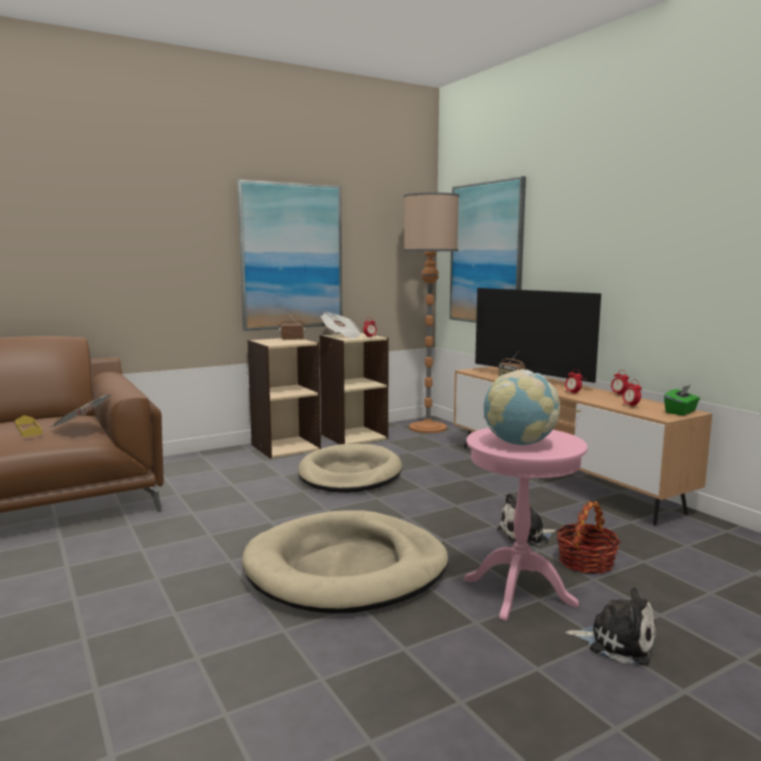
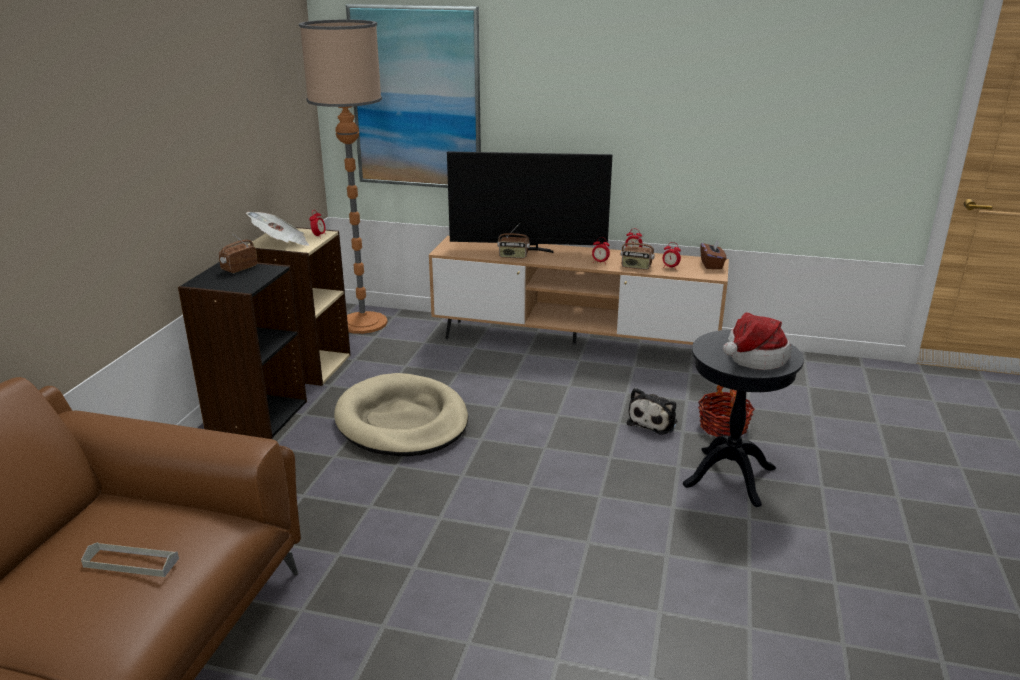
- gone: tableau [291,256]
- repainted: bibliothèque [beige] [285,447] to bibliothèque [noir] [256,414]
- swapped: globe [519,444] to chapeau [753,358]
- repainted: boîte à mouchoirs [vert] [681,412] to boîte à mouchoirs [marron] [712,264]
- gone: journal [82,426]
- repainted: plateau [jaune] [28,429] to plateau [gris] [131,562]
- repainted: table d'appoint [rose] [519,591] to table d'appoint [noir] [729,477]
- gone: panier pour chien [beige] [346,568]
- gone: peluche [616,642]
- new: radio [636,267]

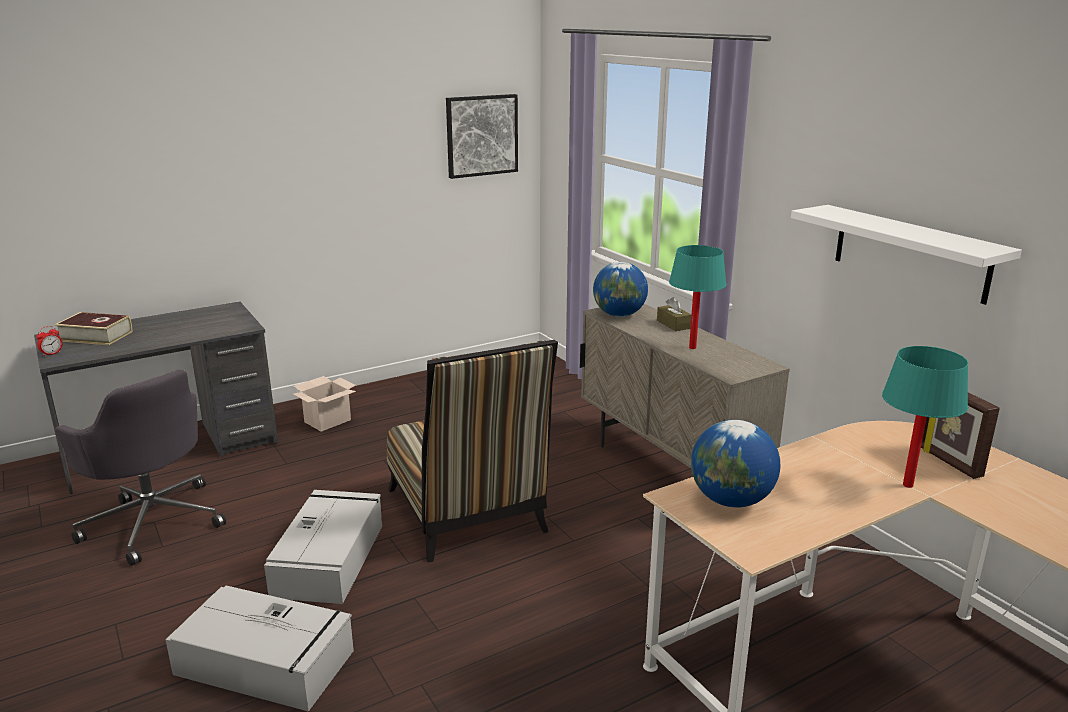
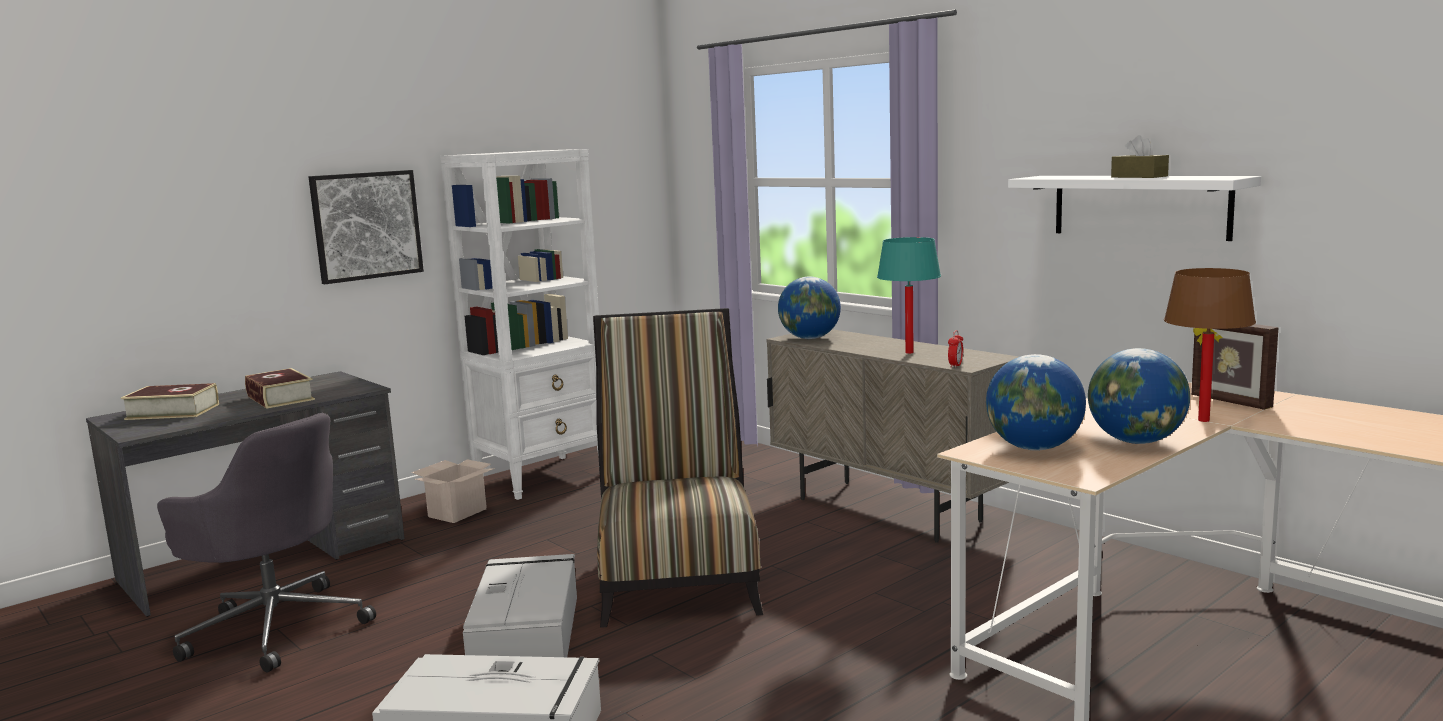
- shifted: tableau [481,135] to [366,225]
- shifted: boîte à mouchoirs [marron] [673,324] to [1139,177]
- shifted: réveil [52,354] to [955,365]
- rotated: chaise [468,516] = [678,576] 150 degrees counterclockwise
- repainted: lampe de table [turquoise] [907,485] to lampe de table [marron] [1203,420]
- new: bibliothèque [blanc] [543,477]
- new: globe [1136,441]
- new: livre [280,398]

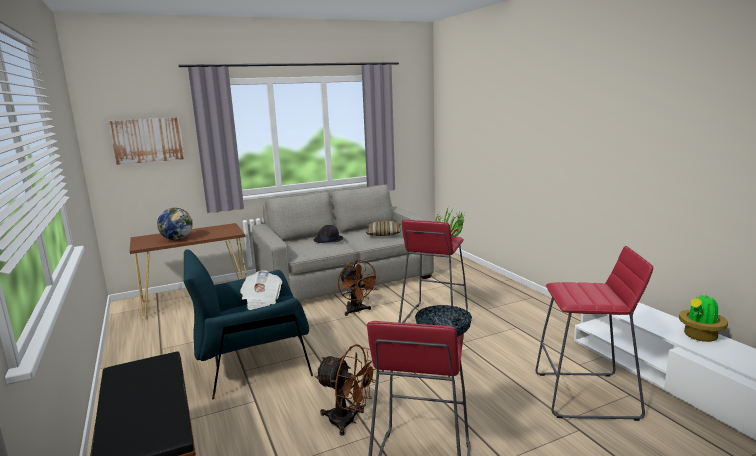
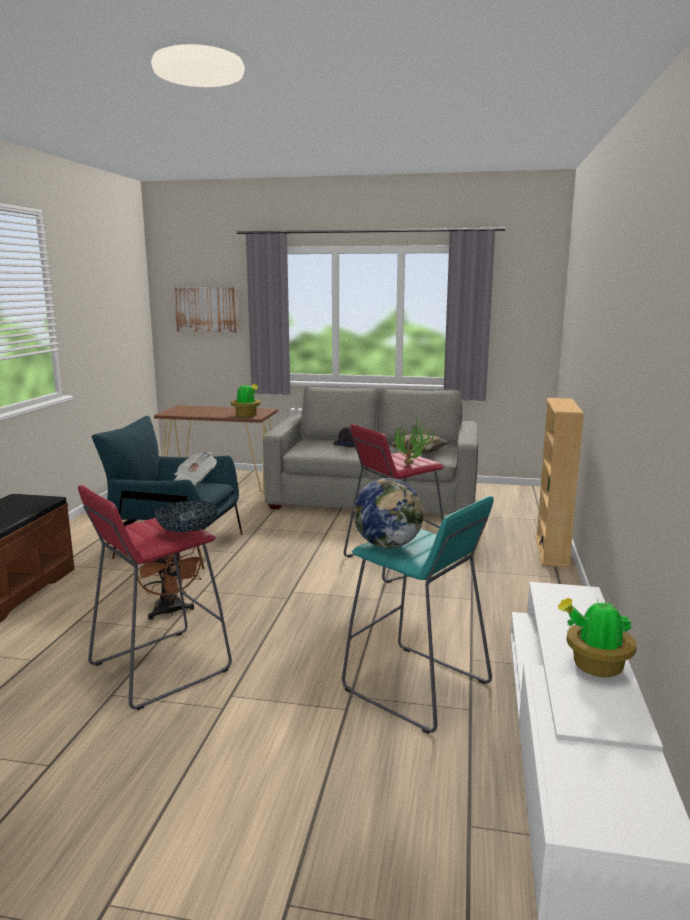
- shifted: globe [177,239] to [388,545]
- repainted: tabouret [rouge] [586,395] to tabouret [turquoise] [416,687]
- gone: ventilateur [marron] [357,311]
- new: plante en pot [247,415]
- new: bibliothèque [beige] [551,551]

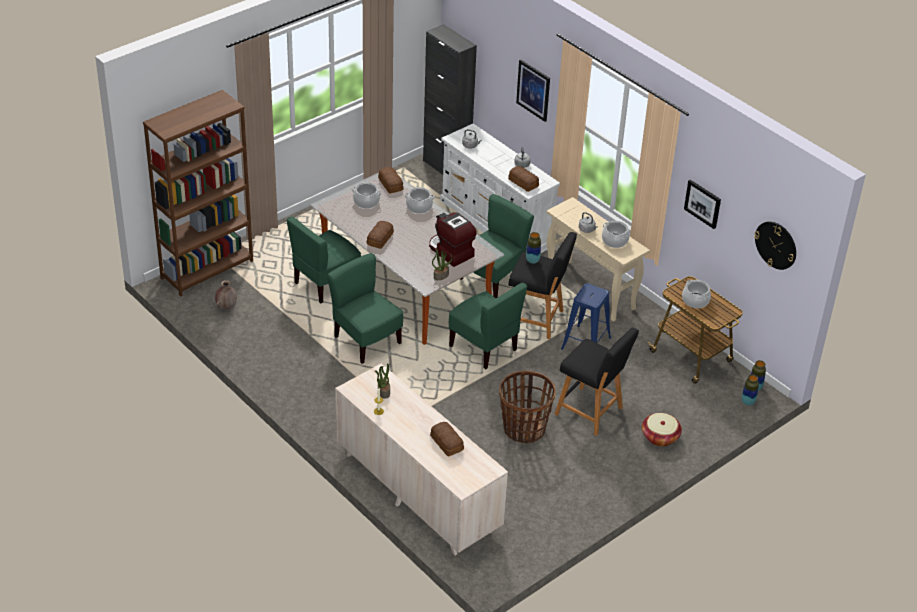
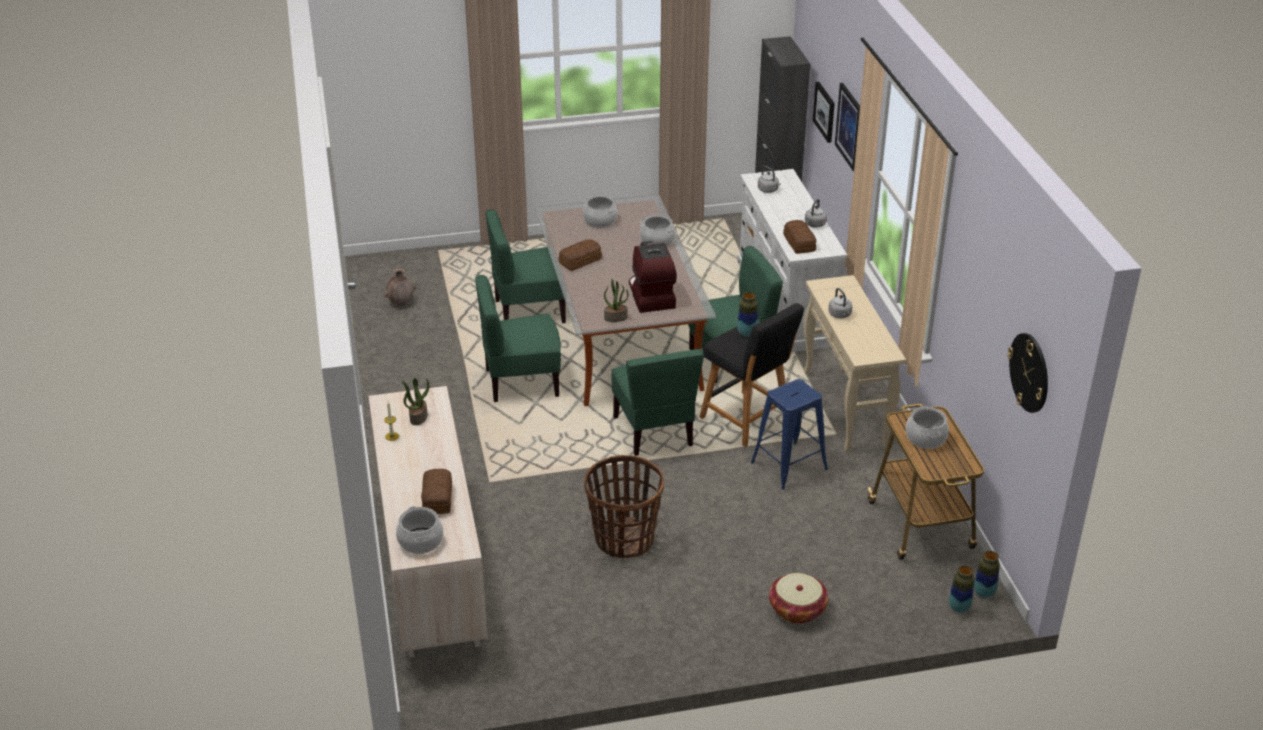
- gone: bibliothèque [marron] [207,269]
- gone: pain [391,184]
- shifted: tableau [703,203] to [825,111]
- shifted: marmite [614,241] to [420,541]
- rotated: chaise [vert] [366,341] = [521,382] 90 degrees counterclockwise
- gone: tabouret [noir] [591,412]

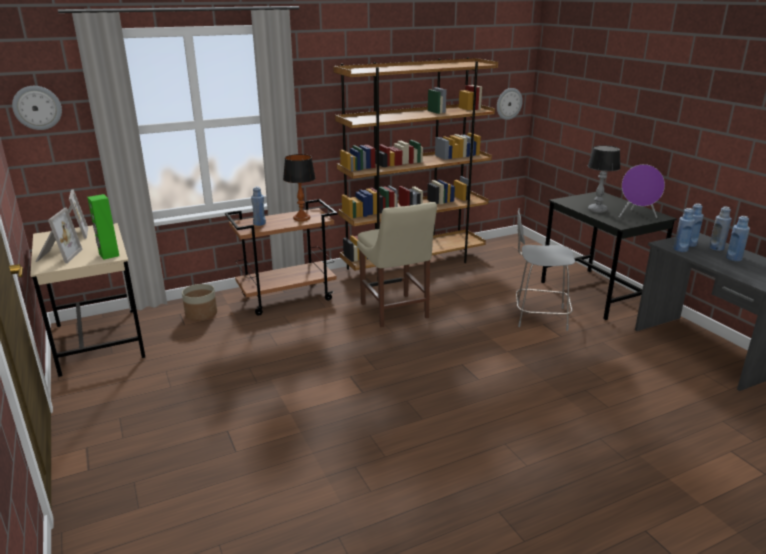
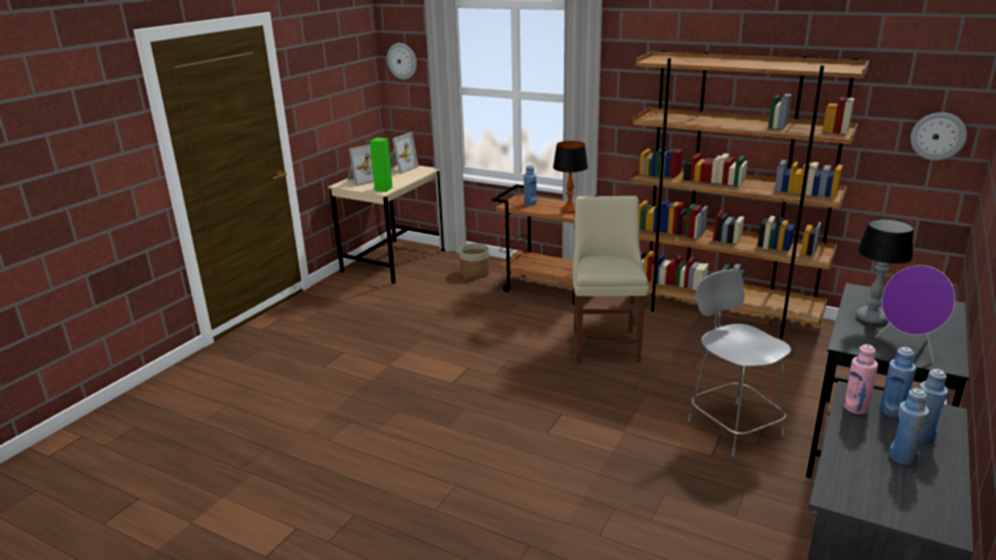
- rotated: chaise [beige] [395,312] = [605,343] 150 degrees clockwise
- repainted: bouteille [bleu] [680,249] to bouteille [rose] [855,408]

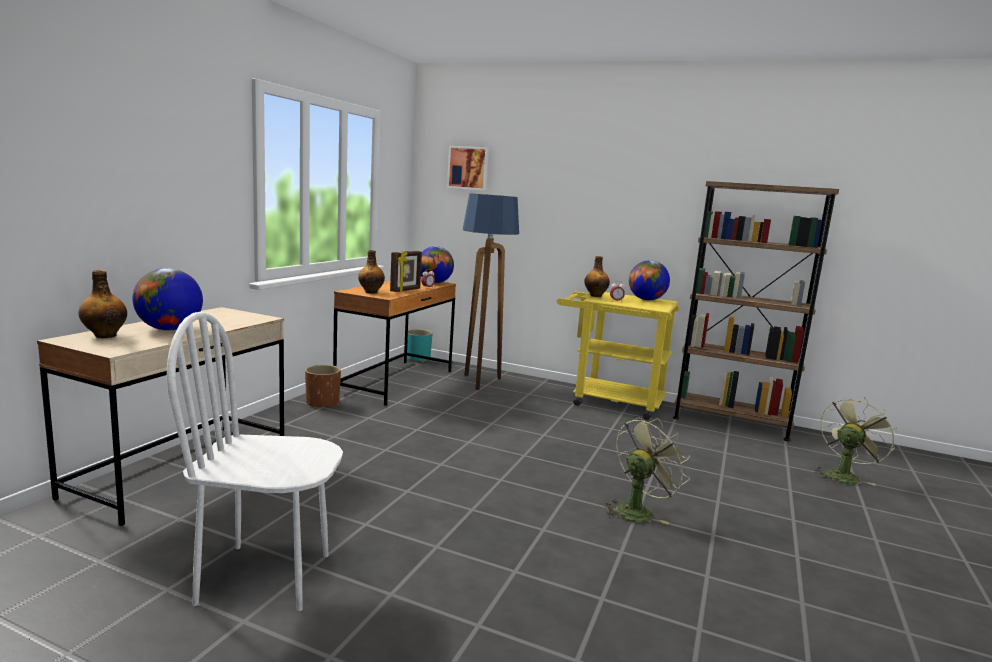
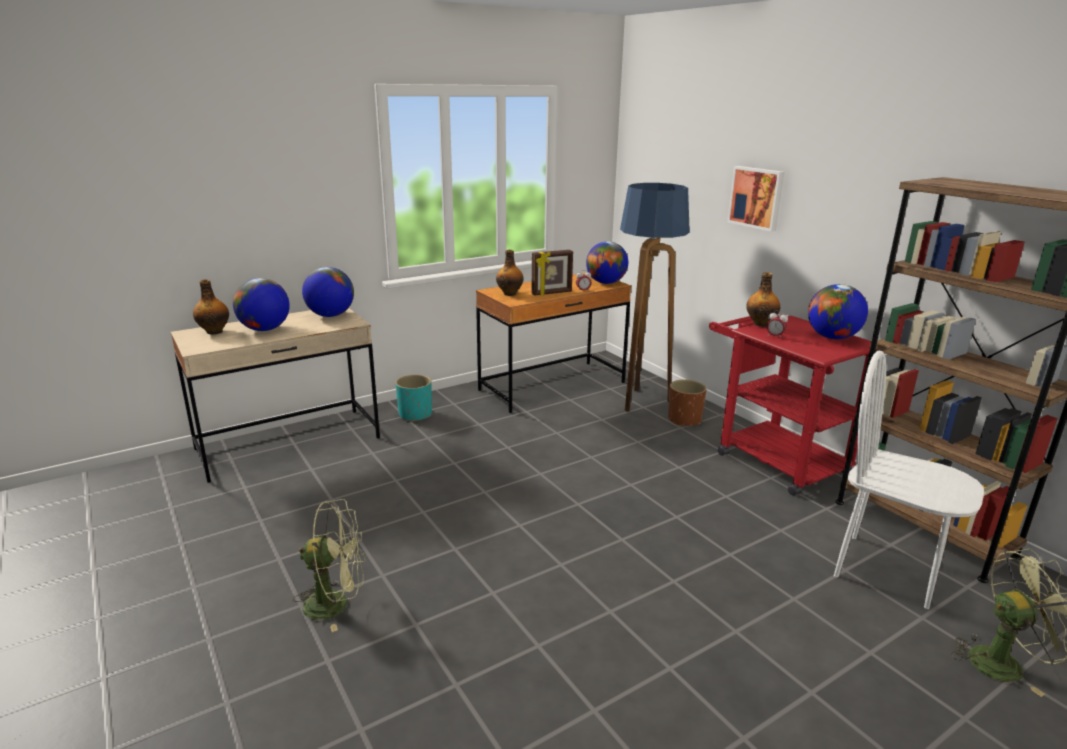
- shifted: tableau [468,168] to [756,197]
- repainted: chariot [jaune] [609,401] to chariot [rouge] [773,458]
- shifted: chaise [blanc] [265,577] to [887,570]
- shifted: cache-pot [turquoise] [418,359] to [415,414]
- shifted: cache-pot [marron] [322,403] to [684,420]
- shifted: ventilateur [vert] [638,511] to [336,604]
- new: globe [330,315]

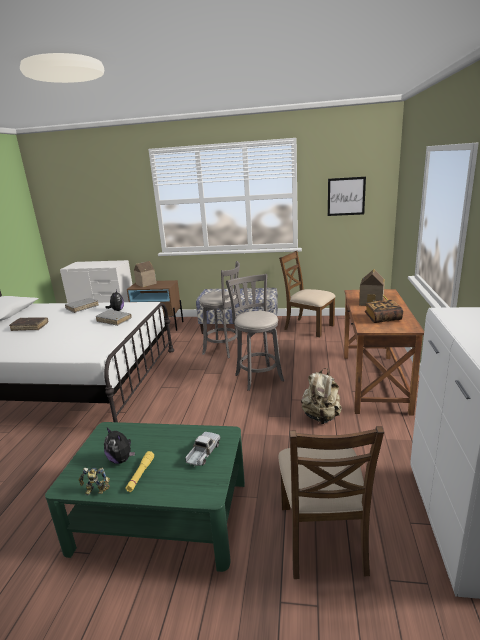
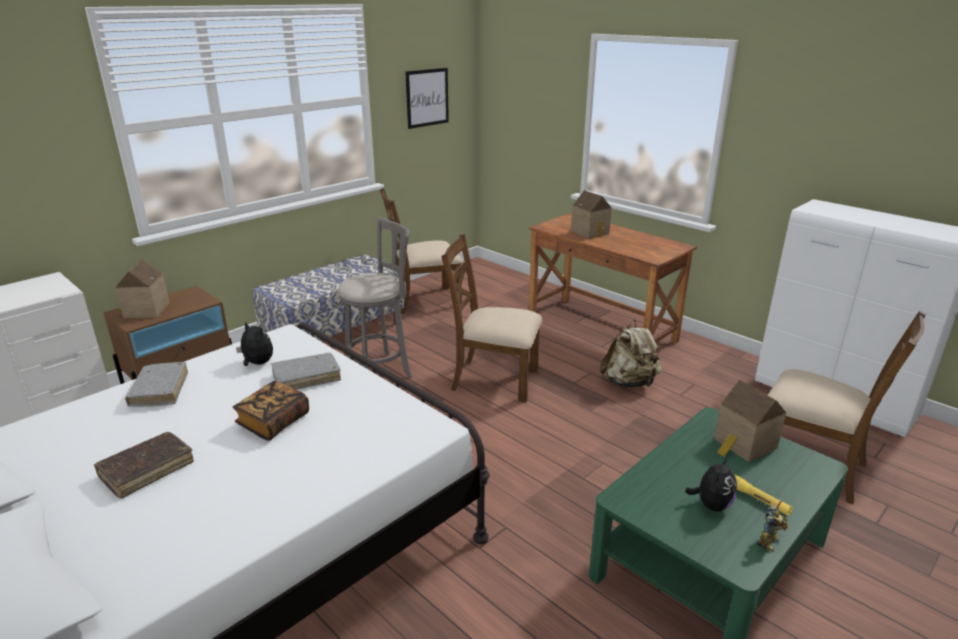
- swapped: tabouret [gris] [258,376] to chaise [marron] [494,379]
- shifted: livre [382,318] to [274,422]
- rotated: peluche [121,459] = [711,505] 45 degrees counterclockwise
- swapped: camion jouet [203,453] to maison miniature [743,445]

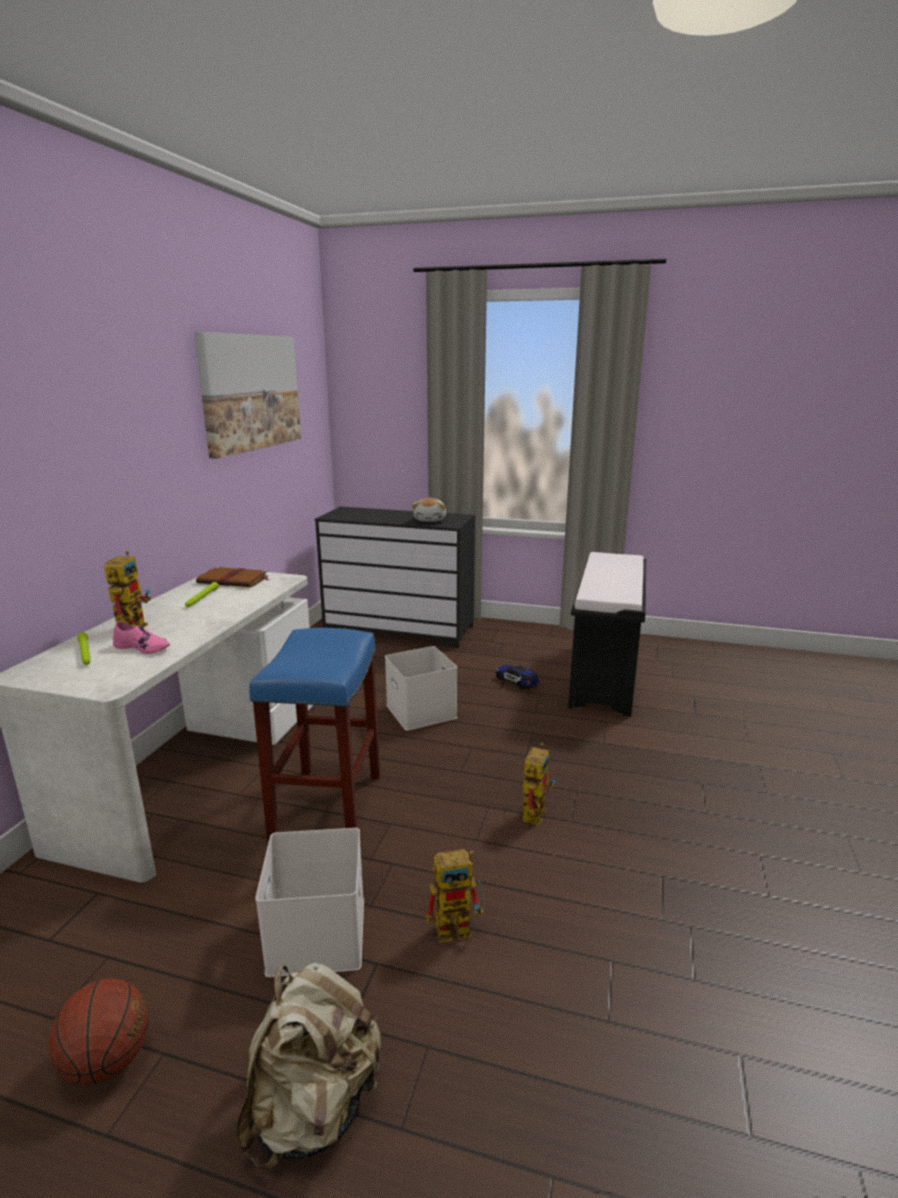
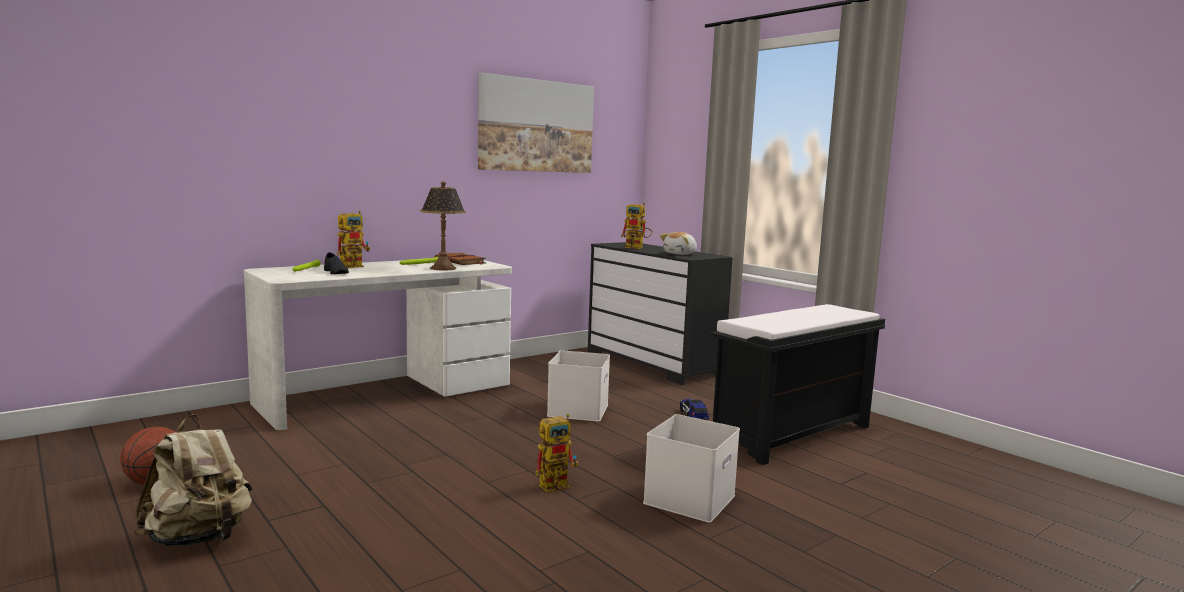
- repainted: chaussure [rose] [143,648] to chaussure [noir] [336,272]
- gone: tabouret [bleu] [328,807]
- shifted: boîte de rangement [blanc] [319,936] to [690,500]
- shifted: robot jouet [460,926] to [638,248]
- new: lampe de table [443,268]

